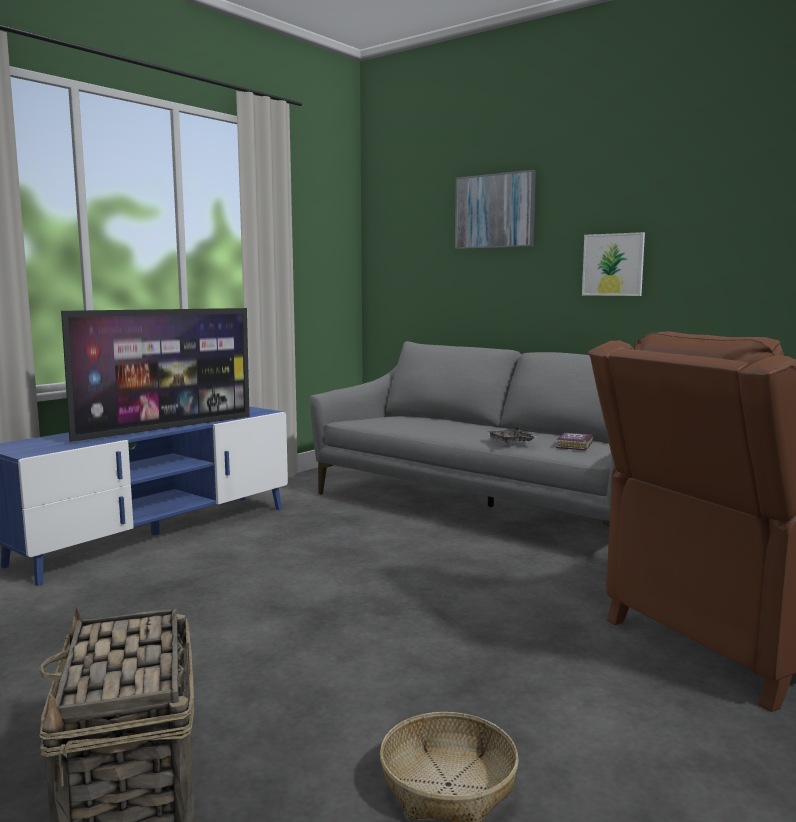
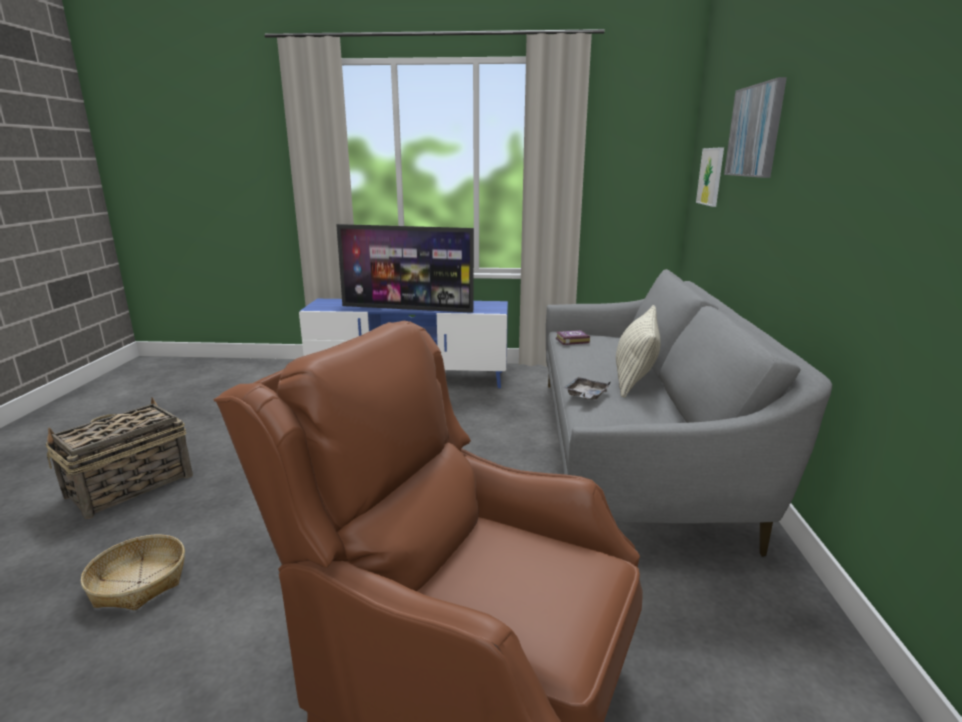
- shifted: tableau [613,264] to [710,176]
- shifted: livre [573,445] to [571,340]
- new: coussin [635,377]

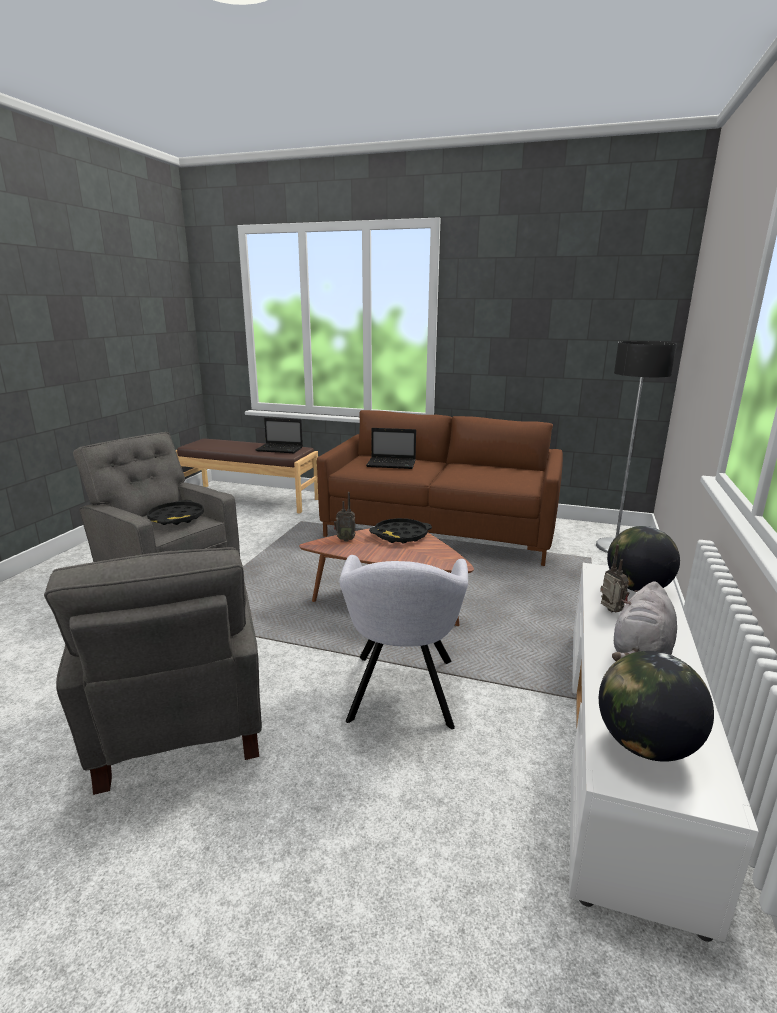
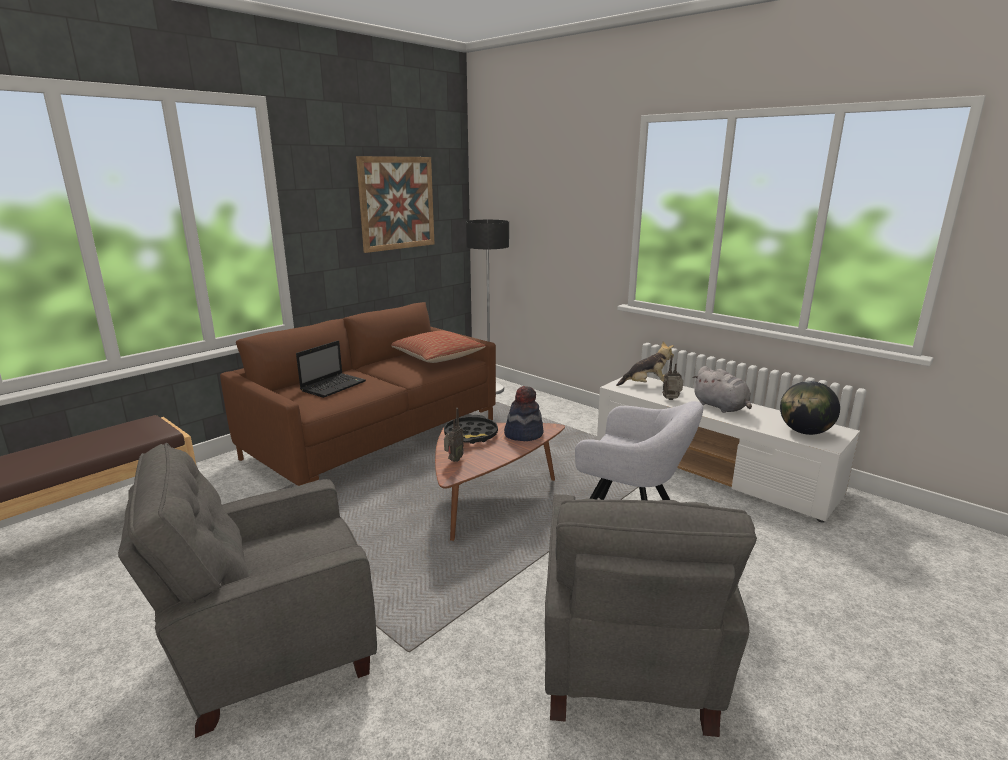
- gone: ordinateur portable [280,449]
- gone: plateau [noir] [176,518]
- swapped: globe [637,588] to peluche [646,385]
- rotated: fauteuil [gris] [179,724] = [625,664] 90 degrees clockwise
- new: tableau [397,203]
- new: coussin [437,357]
- new: chapeau [523,434]

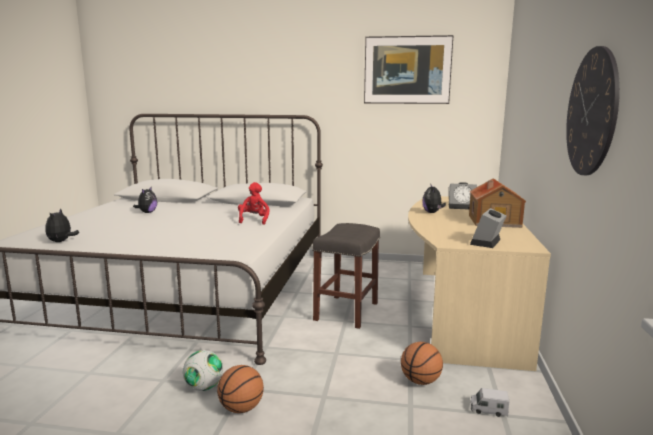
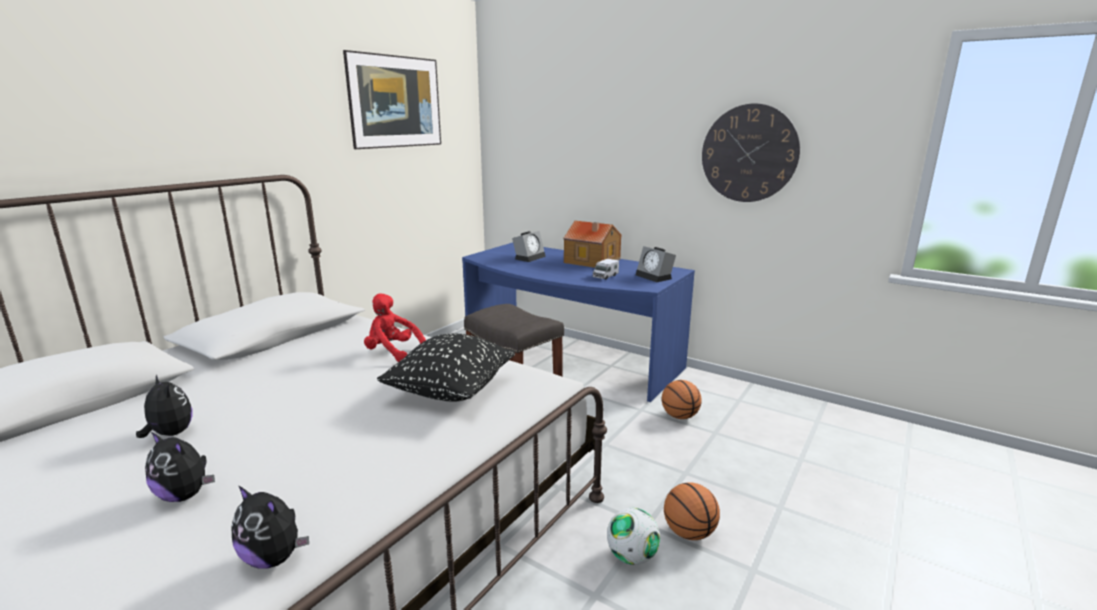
- shifted: peluche [432,212] to [185,495]
- repainted: bureau [beige] [460,311] to bureau [bleu] [568,359]
- shifted: camion jouet [488,410] to [605,276]
- new: coussin [noir] [451,391]

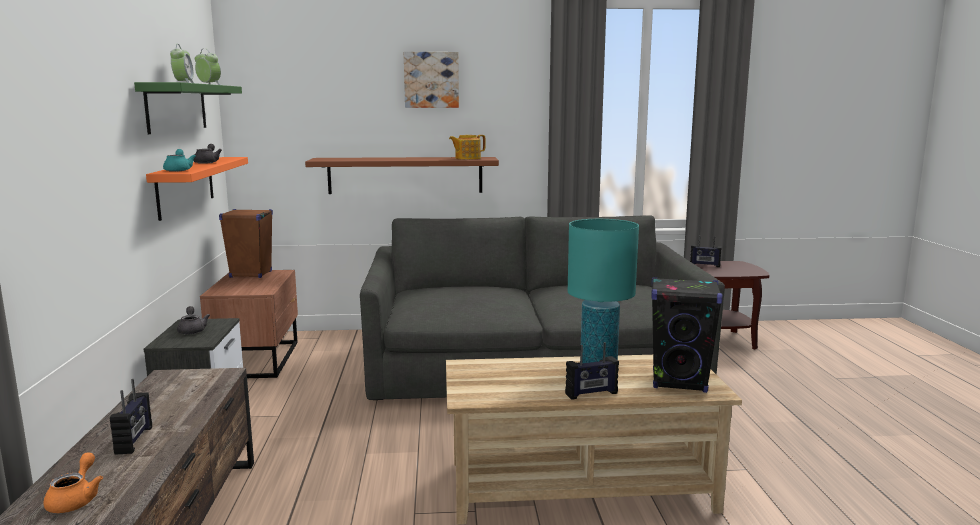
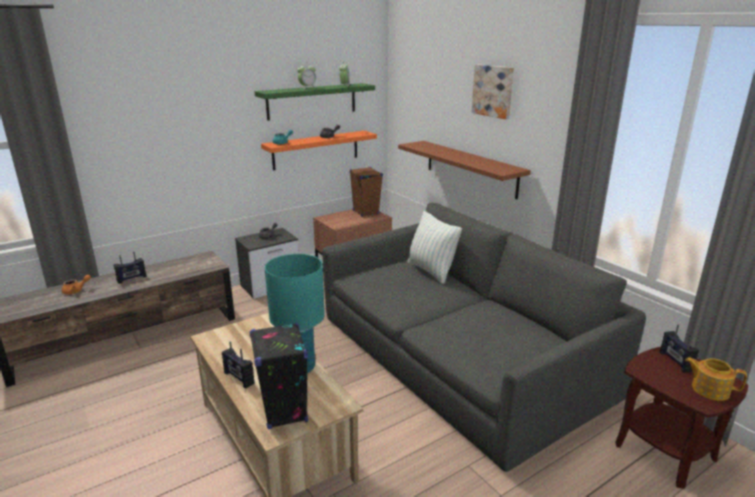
- shifted: théière [467,158] to [709,389]
- new: coussin [431,271]

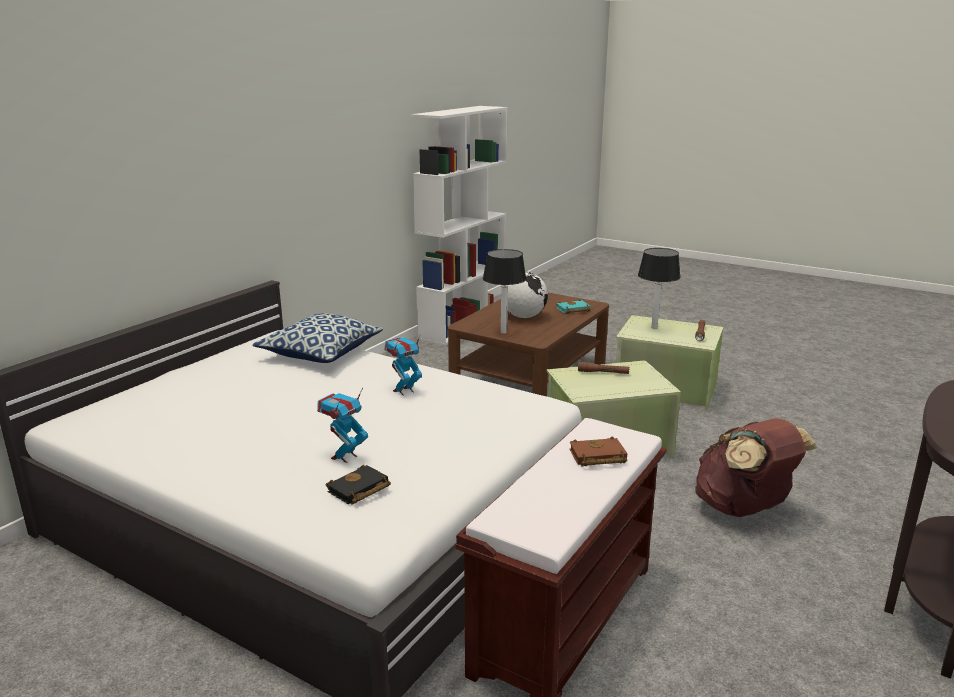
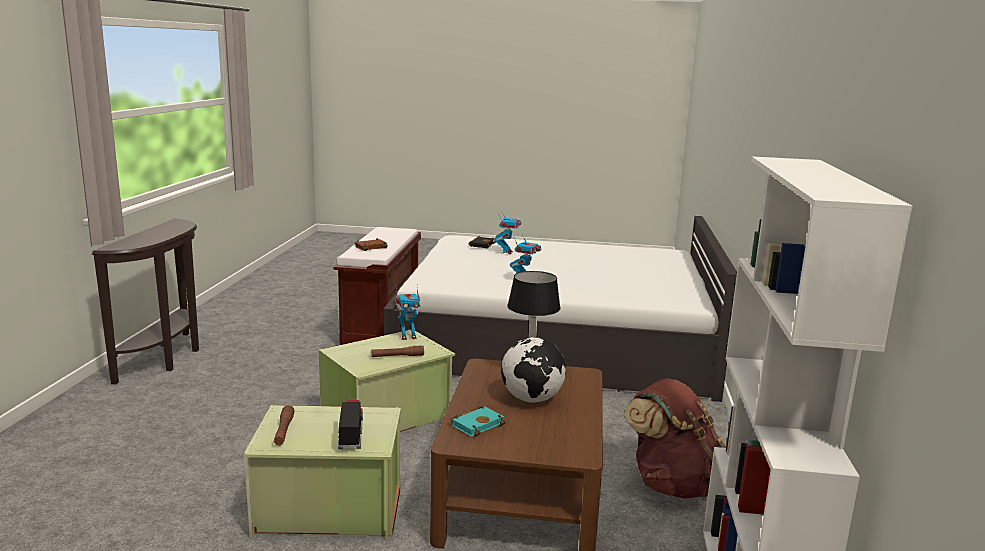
- swapped: lampe de table [654,327] to camion jouet [351,432]
- gone: coussin [320,353]
- shifted: sac à dos [marron] [743,508] to [672,484]
- new: robot jouet [408,337]

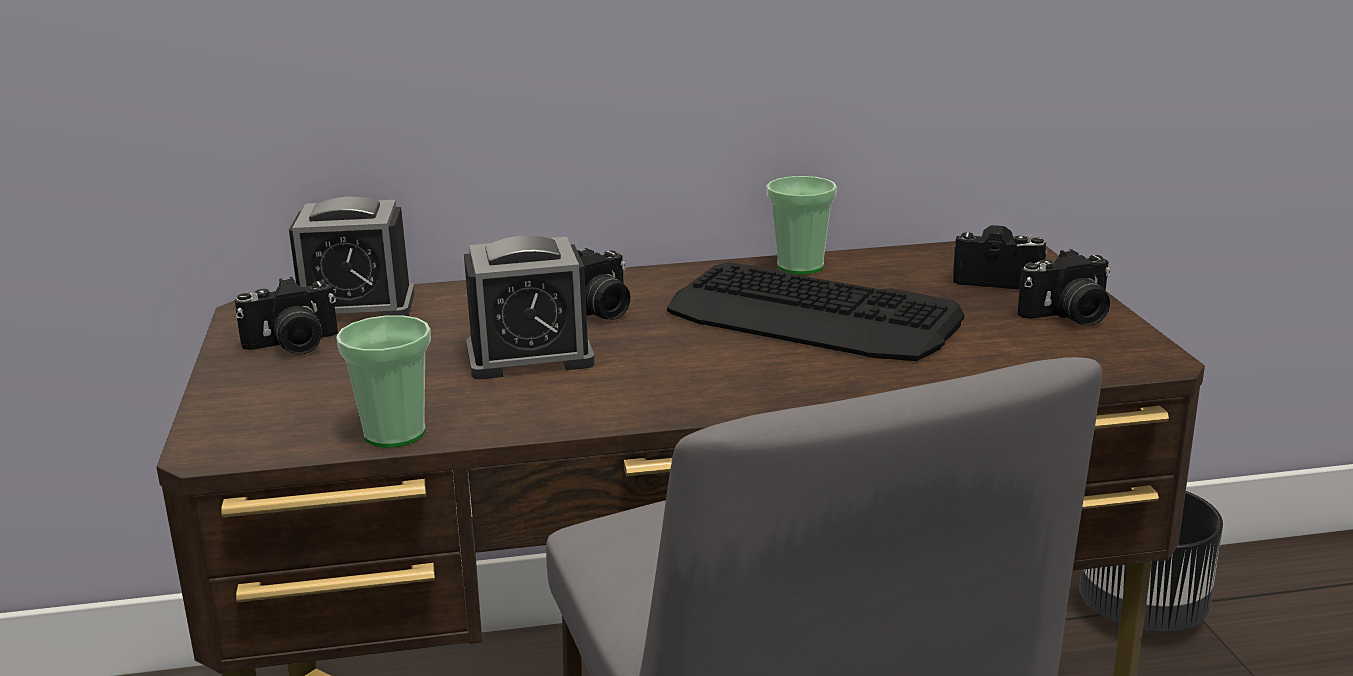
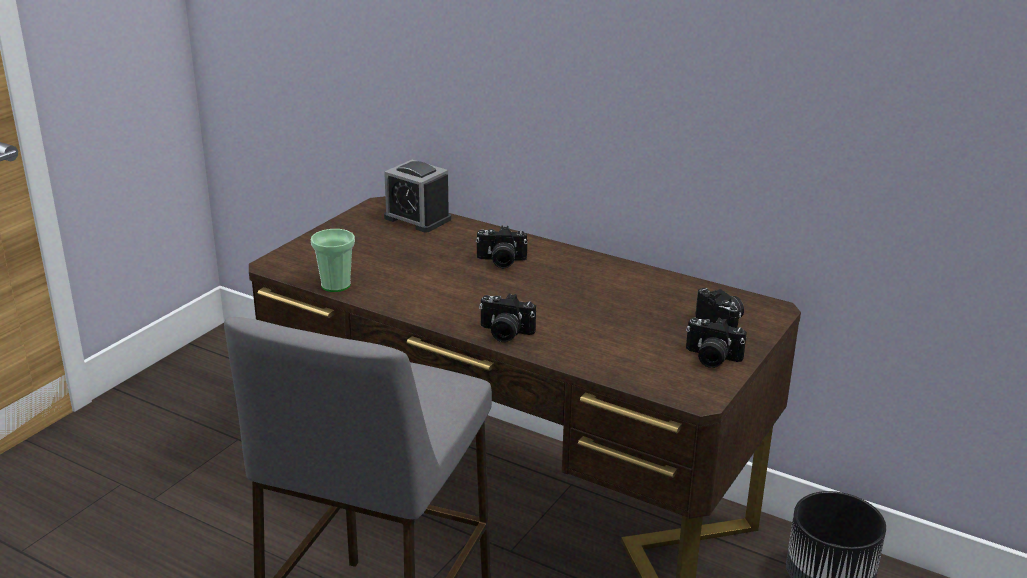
- gone: tasse [800,266]
- gone: réveil [529,356]
- gone: clavier [813,317]
- shifted: appareil photo [293,345] to [505,333]

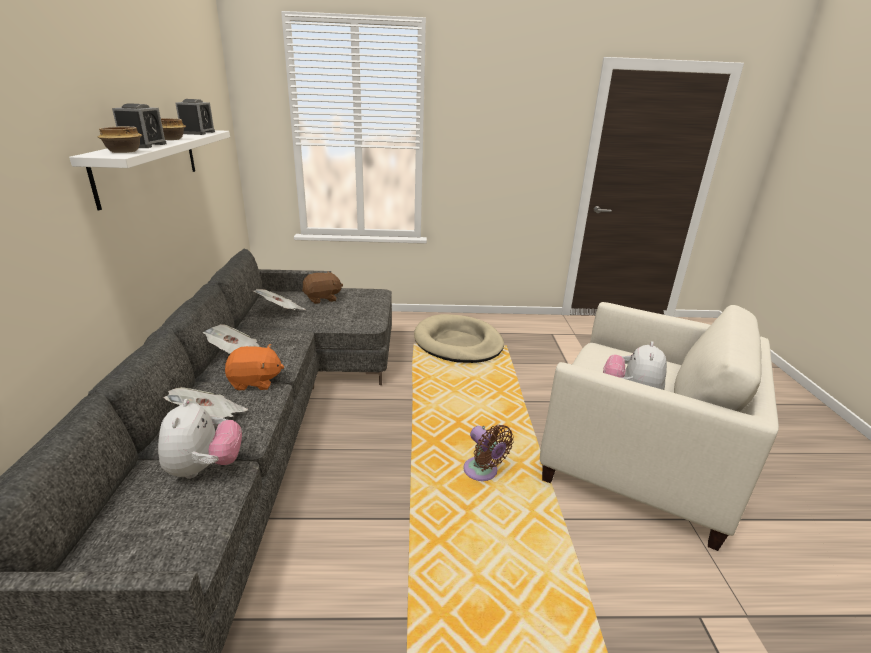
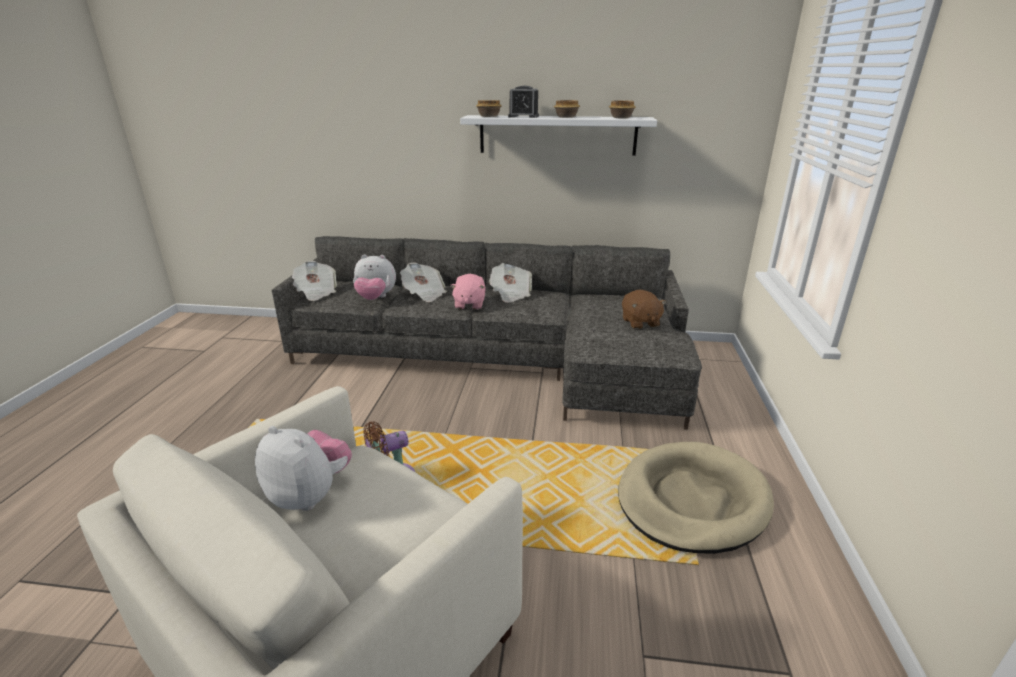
- swapped: réveil [198,133] to bol [621,117]
- shifted: journal [281,311] to [316,292]
- repainted: peluche [orange] [255,382] to peluche [rose] [469,304]

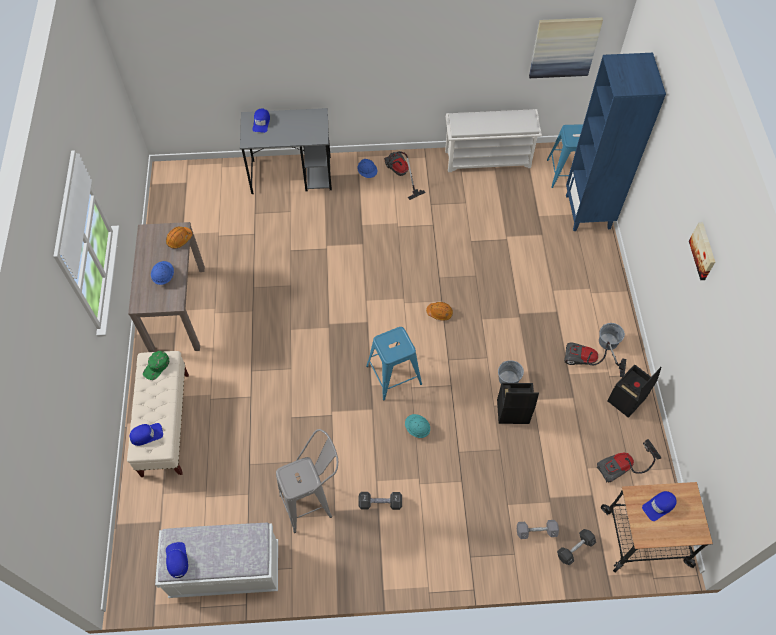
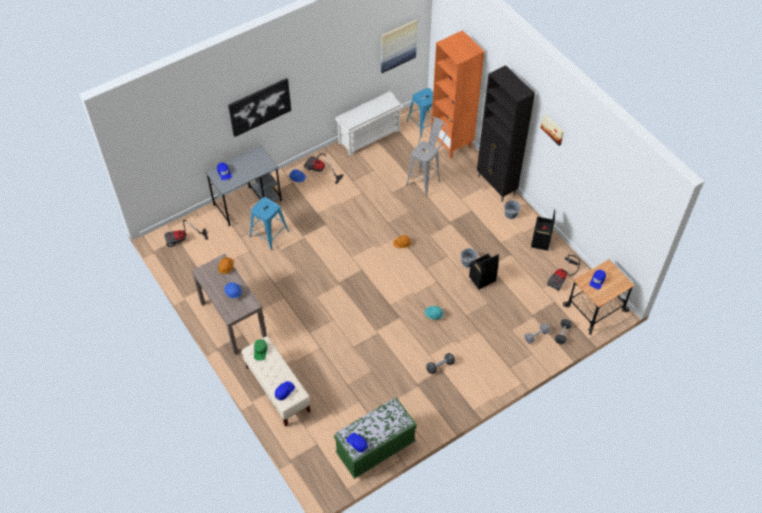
- repainted: bibliothèque [bleu] [588,212] to bibliothèque [orange] [452,143]
- shifted: tabouret [bleu] [394,374] to [269,234]
- shifted: aspirateur [588,363] to [182,240]
- shifted: tabouret [gris] [314,502] to [426,180]
- repainted: banc [blanc] [225,570] to banc [vert] [375,448]
- new: meuble de rangement [noir] [496,186]
- new: tableau [259,106]

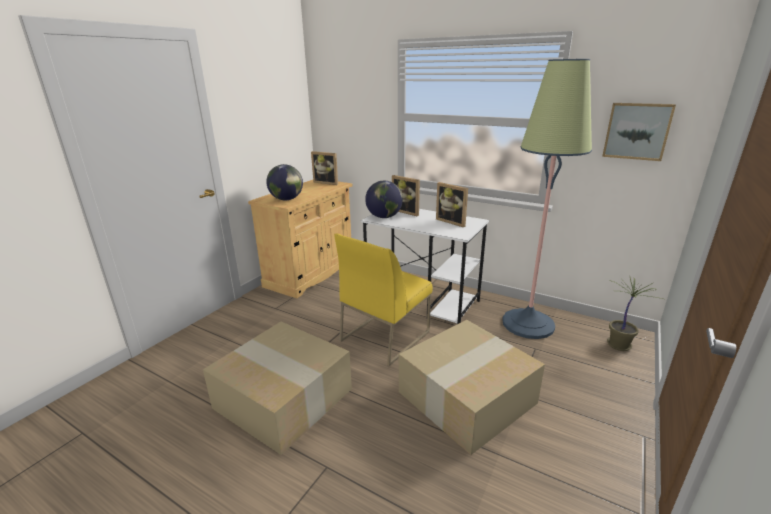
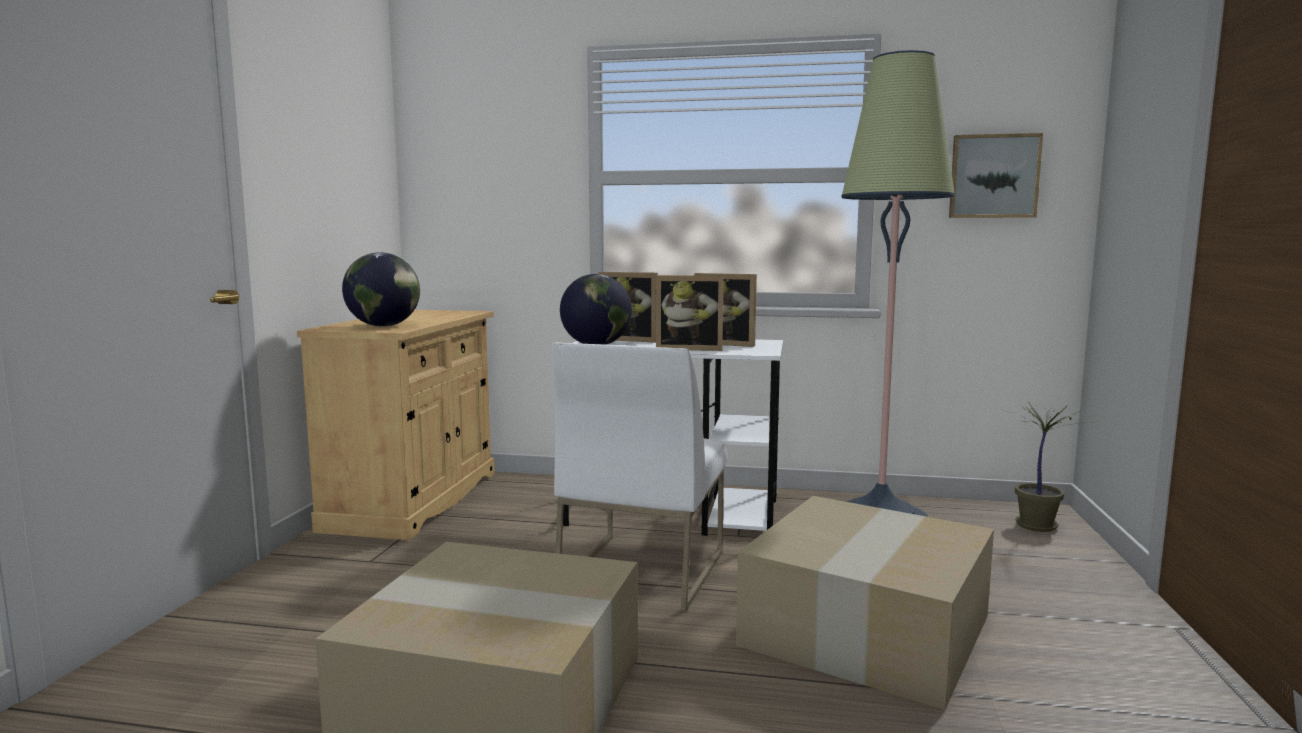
- shifted: cadre photo [327,182] to [689,348]
- repainted: chaise [jaune] [385,335] to chaise [blanc] [642,569]

